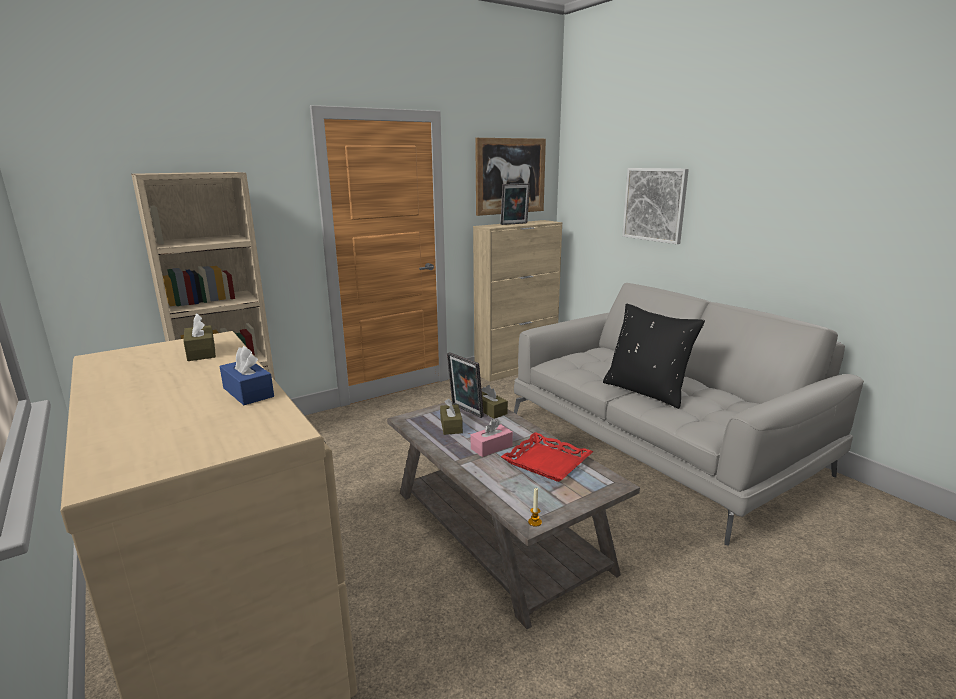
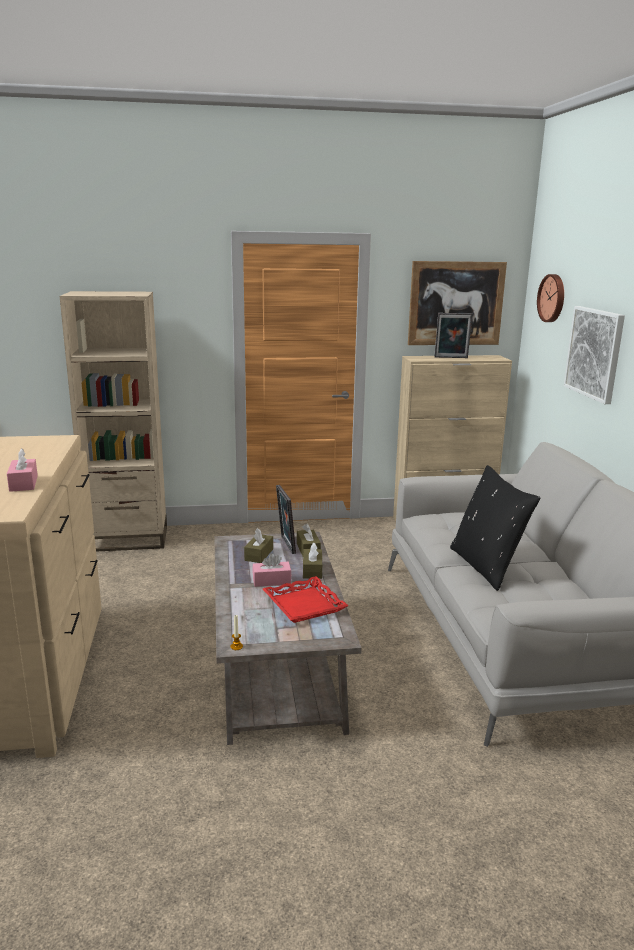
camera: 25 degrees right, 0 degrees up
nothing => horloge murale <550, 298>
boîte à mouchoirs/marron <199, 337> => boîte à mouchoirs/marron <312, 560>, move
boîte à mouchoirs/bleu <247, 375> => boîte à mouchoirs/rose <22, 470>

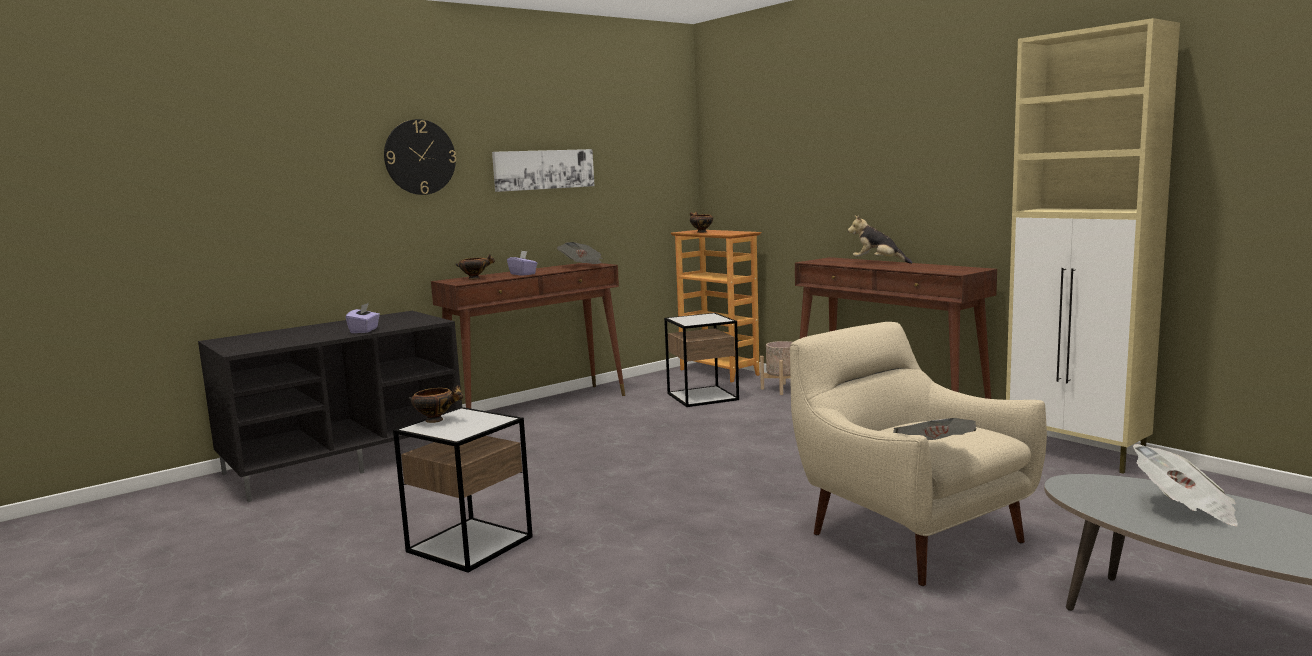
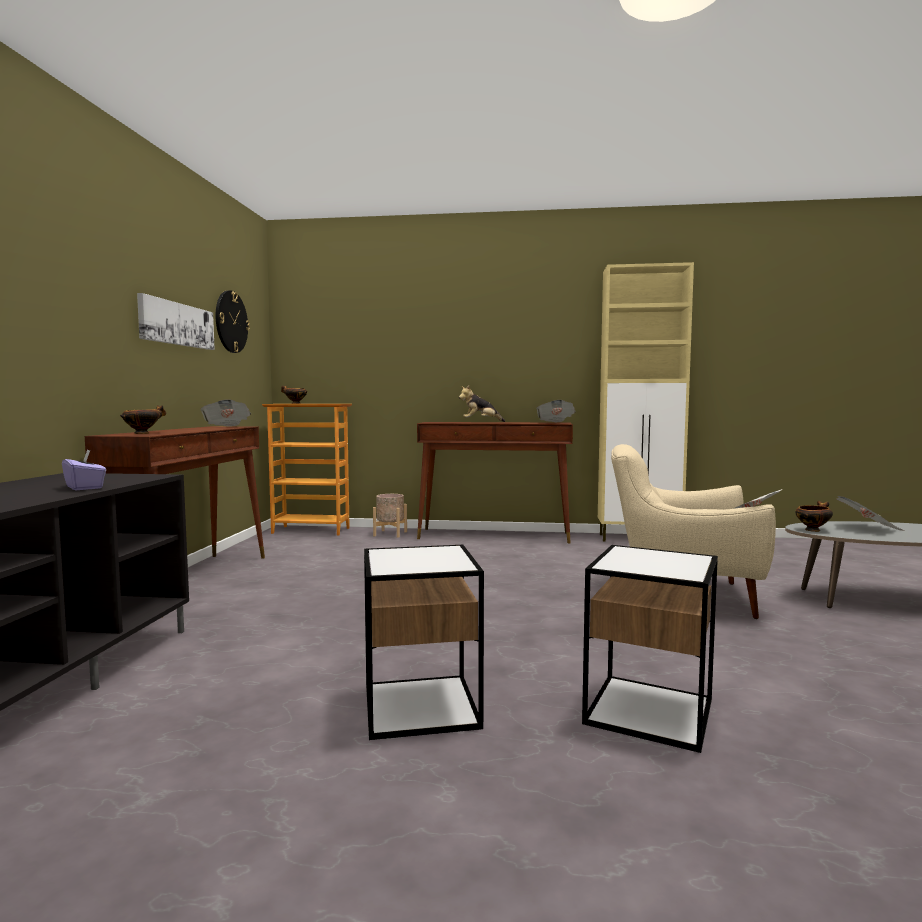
camera: 45 degrees left, 5 degrees down
boîte à mouchoirs/violet <522, 263> => nothing
nothing => journal <556, 411>
horloge murale <420, 157> => horloge murale <233, 321>, move
bol <436, 404> => bol <814, 516>, move
table d'appoint <701, 360> => table d'appoint <650, 649>, move

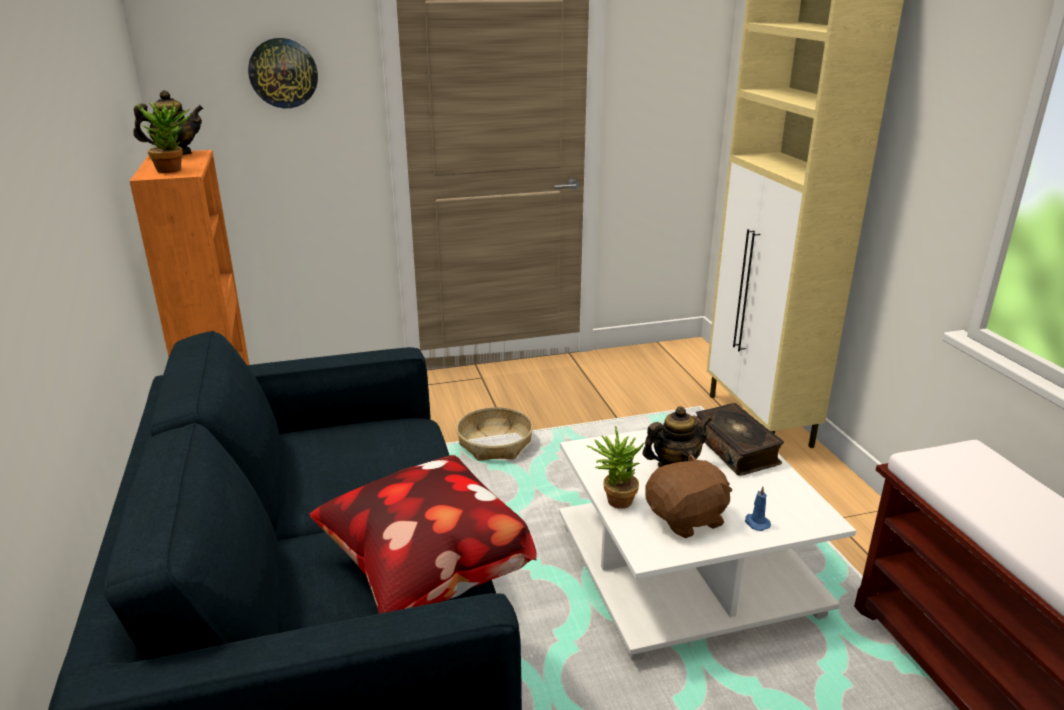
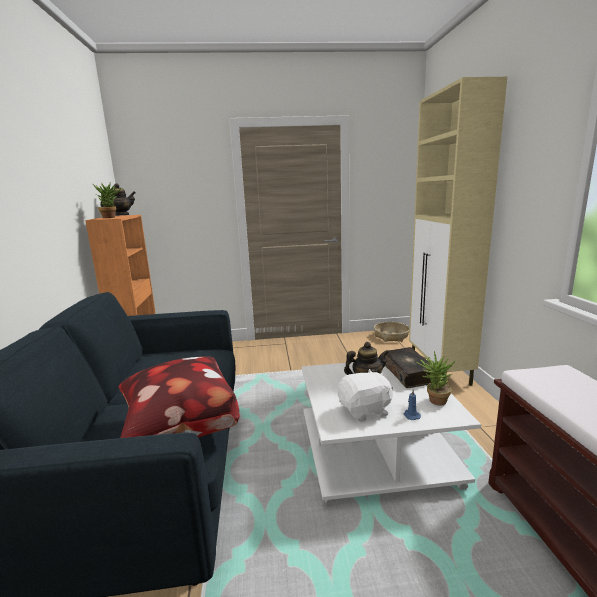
camera: 10 degrees right, 10 degrees down
horloge murale <283, 73> => nothing
panier <495, 434> => panier <392, 332>, move
plante en pot <615, 467> => plante en pot <436, 378>, move
peluche/marron <688, 496> => peluche/blanc <365, 395>

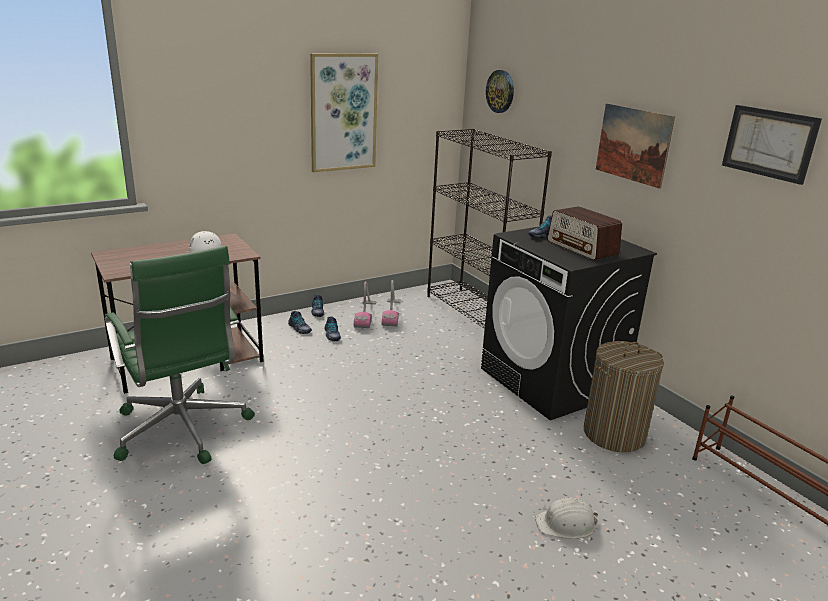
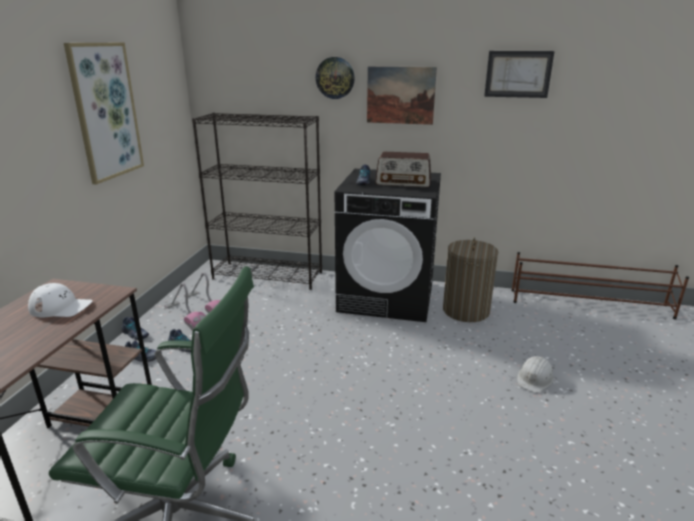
camera: 45 degrees left, 0 degrees up
horloge murale <500, 91> => horloge murale <335, 78>, move

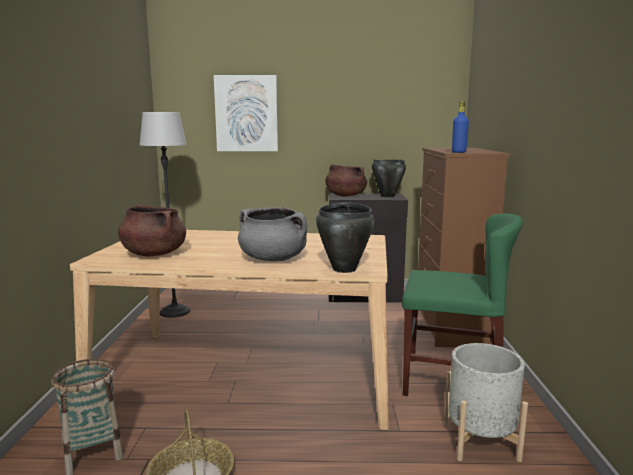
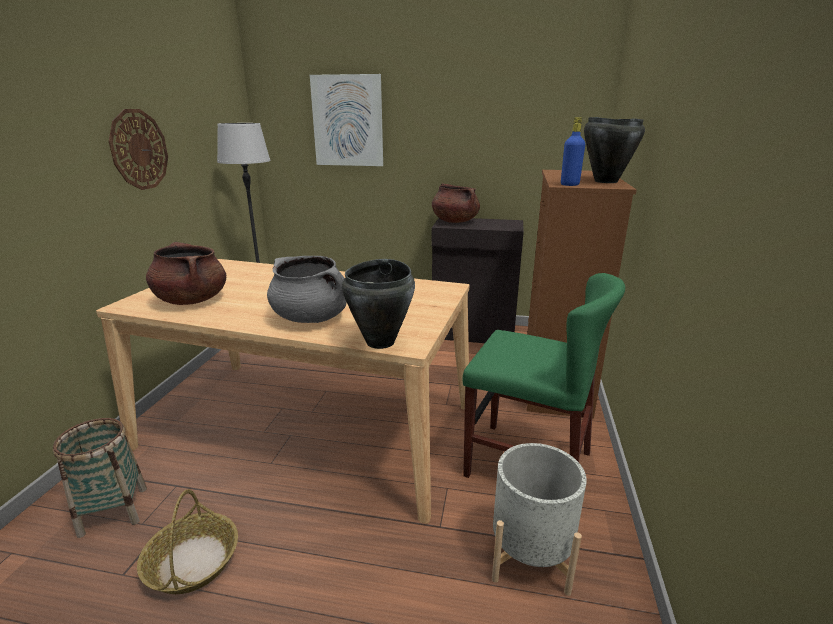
camera: 10 degrees right, 10 degrees up
nothing => horloge murale <138, 149>
marmite/noir <389, 178> => marmite/noir <614, 150>, move

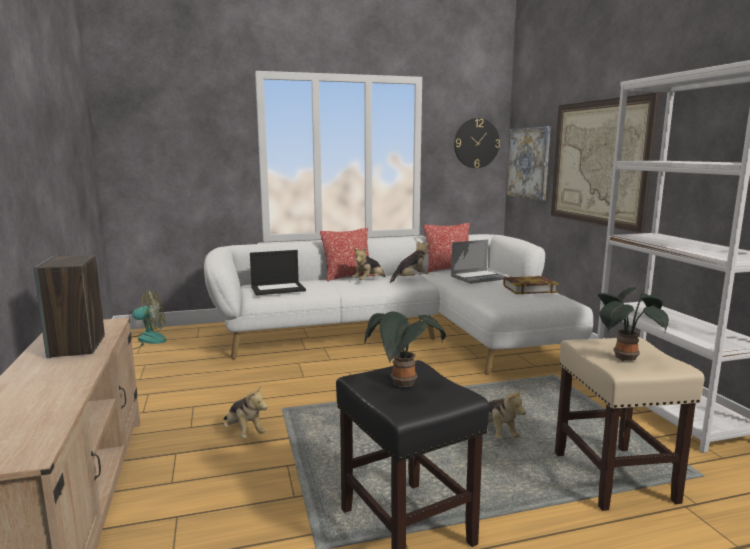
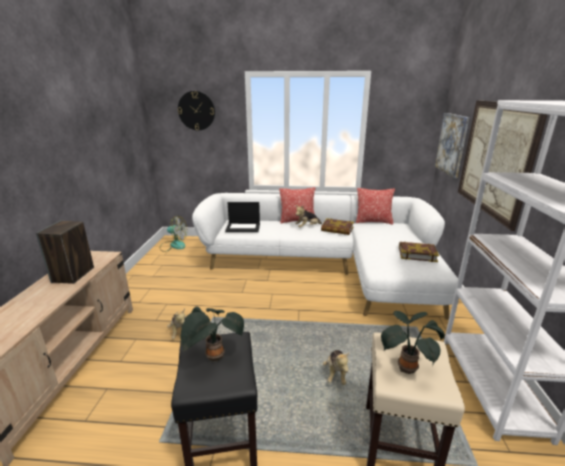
camera: 20 degrees right, 10 degrees up
ordinateur portable <479, 261> => nothing
horloge murale <477, 143> => horloge murale <196, 110>, move
peluche <409, 262> => livre <337, 226>

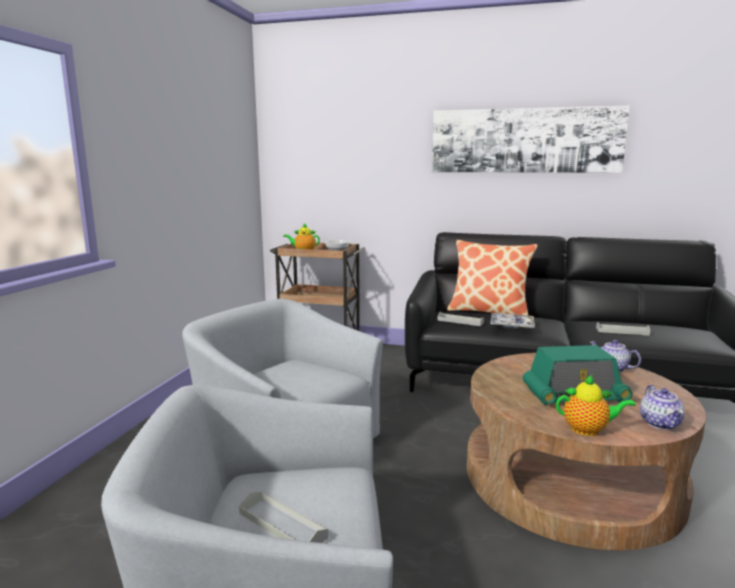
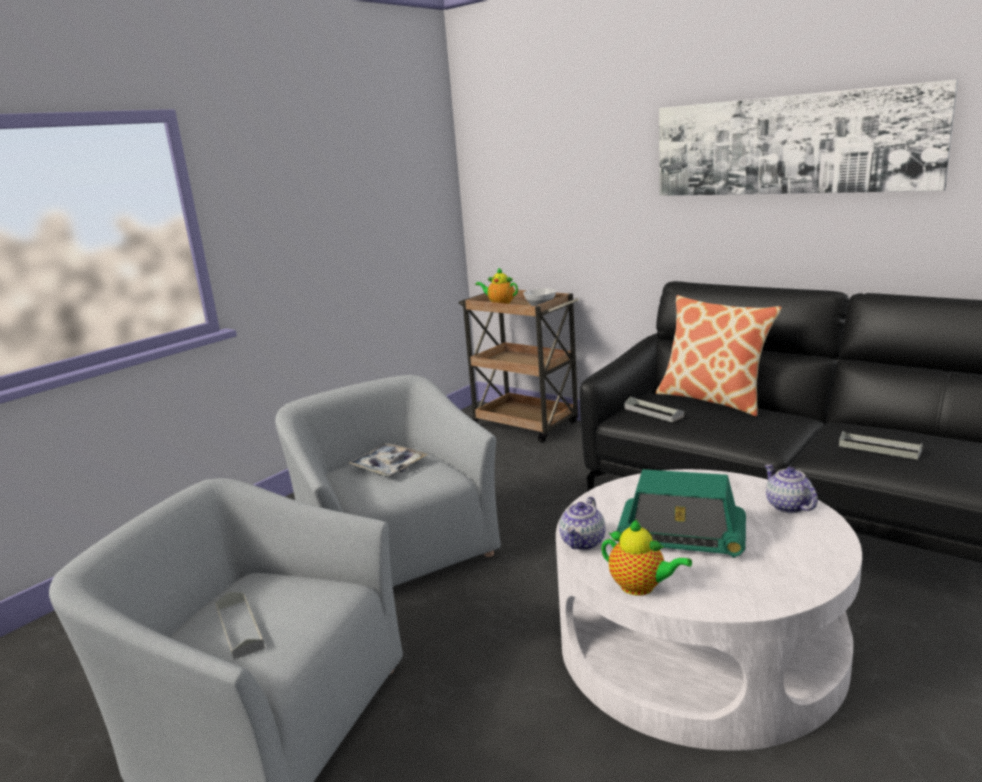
camera: 25 degrees right, 5 degrees up
plateau <512, 321> => plateau <388, 459>, move
théière <662, 407> => théière <582, 523>, move
table basse/marron <586, 452> => table basse/blanc <709, 610>

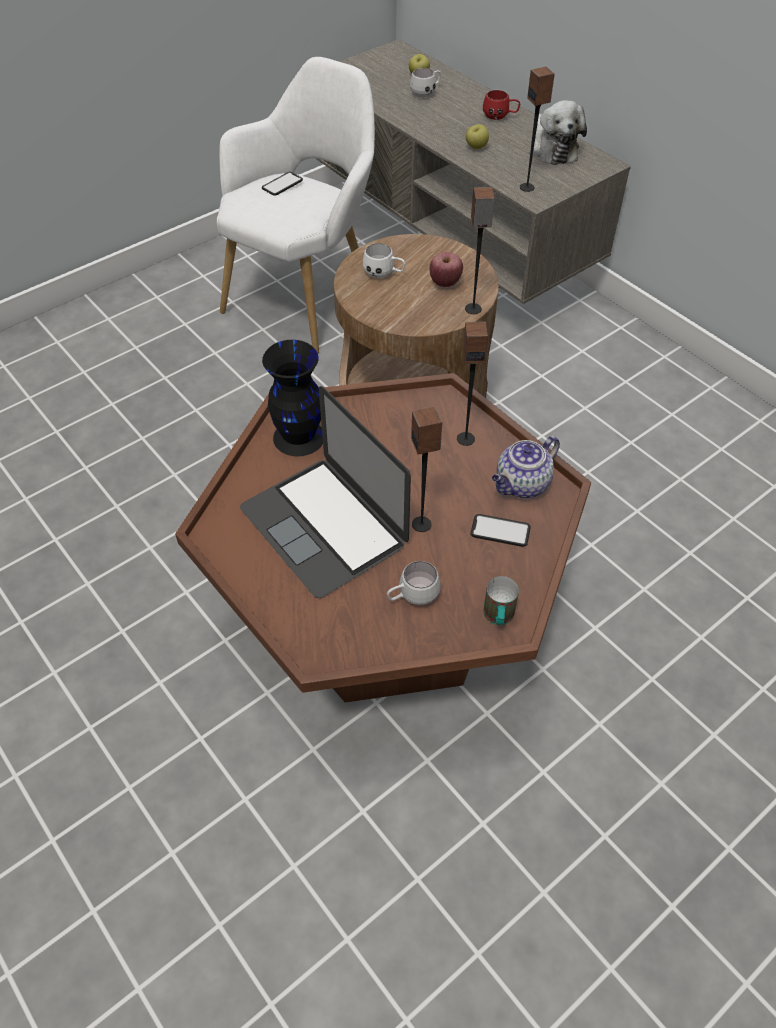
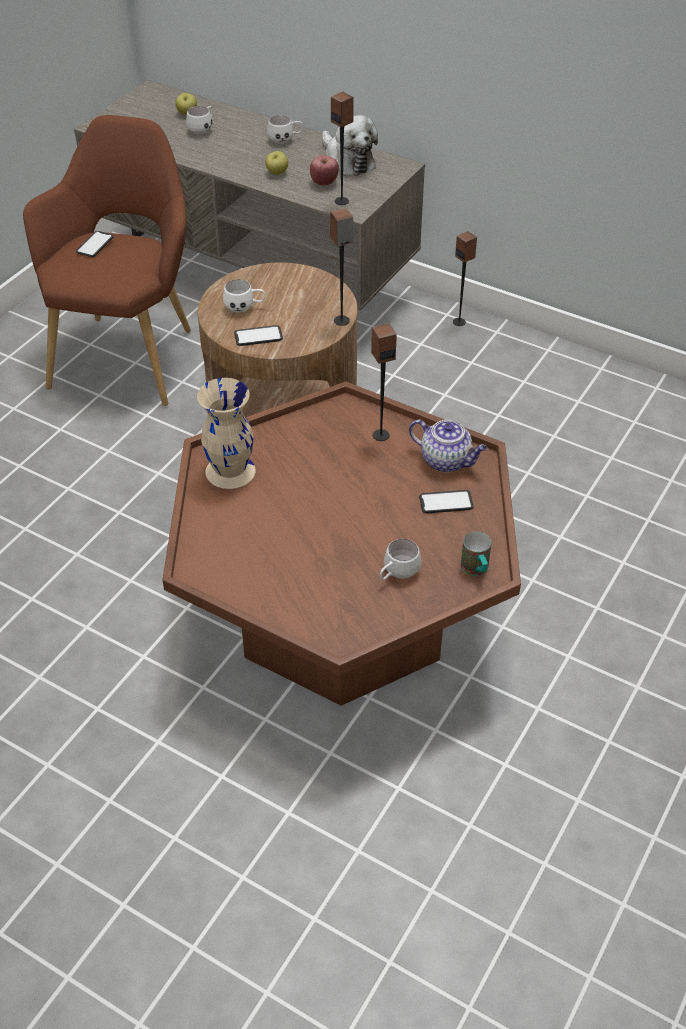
camera: 20 degrees left, 5 degrees down
ordinateur portable <325, 492> => nothing
nothing => téléphone <258, 335>
enceinte <426, 469> => enceinte <465, 278>, move
pomme <446, 269> => pomme <324, 170>, move
fauteuil/blanc <296, 205> => fauteuil/marron <107, 260>
vase/noir <292, 398> => vase/beige <226, 433>
mug/rouge <501, 105> => mug/blanc <285, 129>
théière <526, 467> => théière <448, 446>, 90 degrees counterclockwise

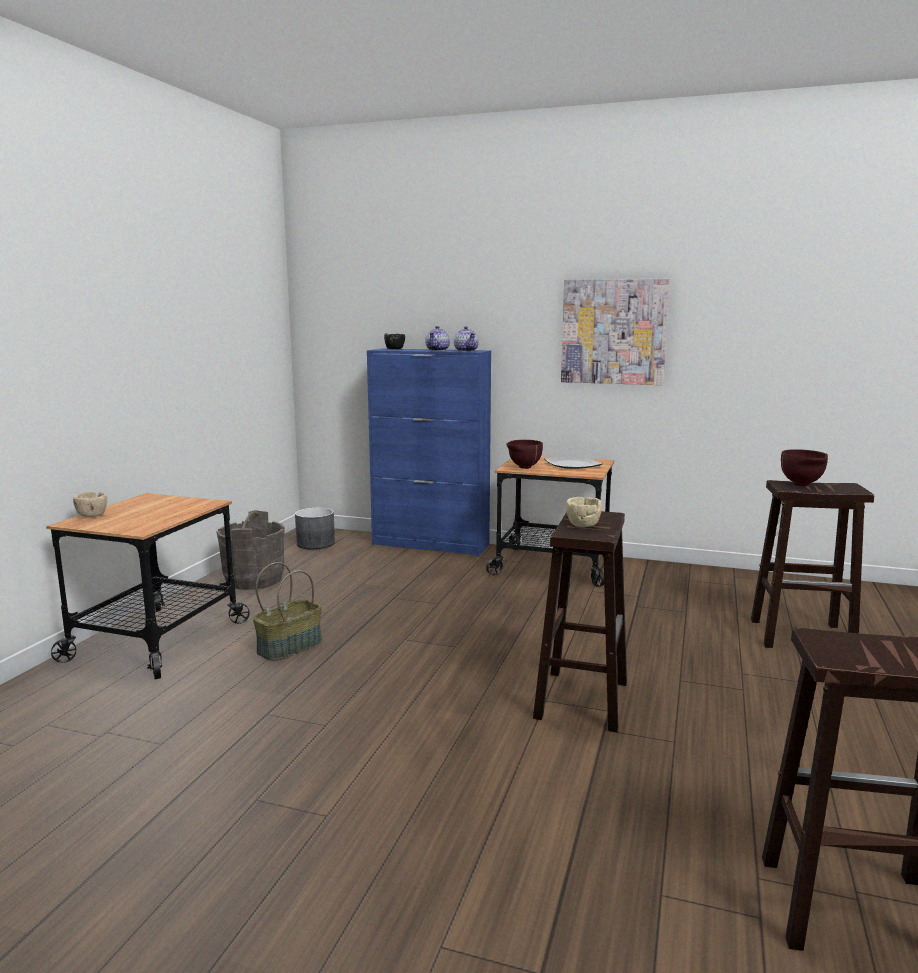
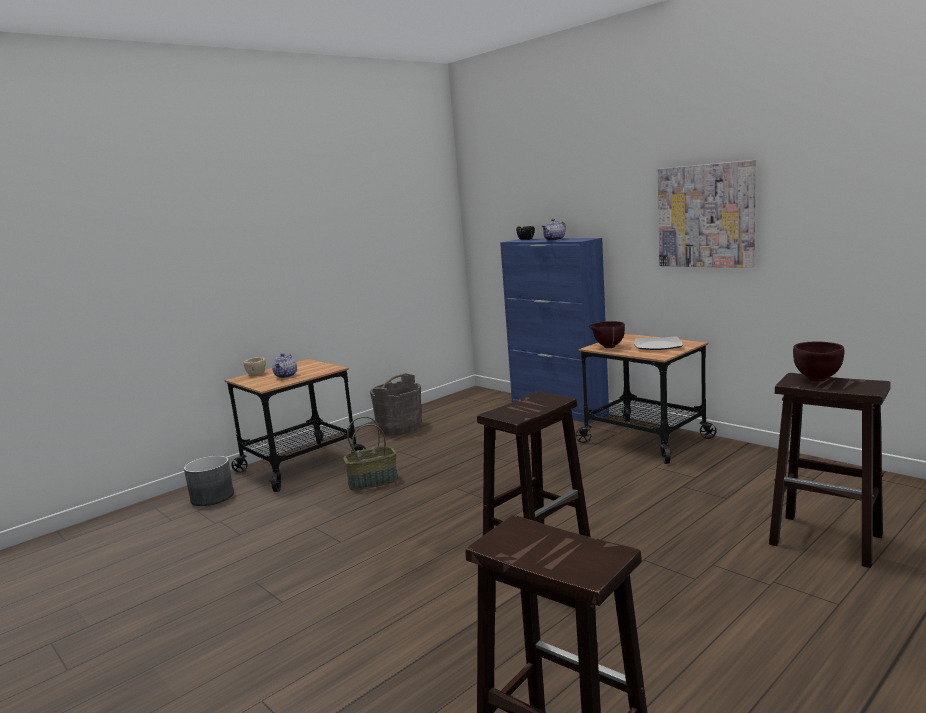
camera: 30 degrees right, 0 degrees up
bol/beige <584, 512> => nothing
cache-pot/gris <315, 528> => cache-pot/gris <209, 481>, move
théière <466, 339> => théière <284, 365>, move

